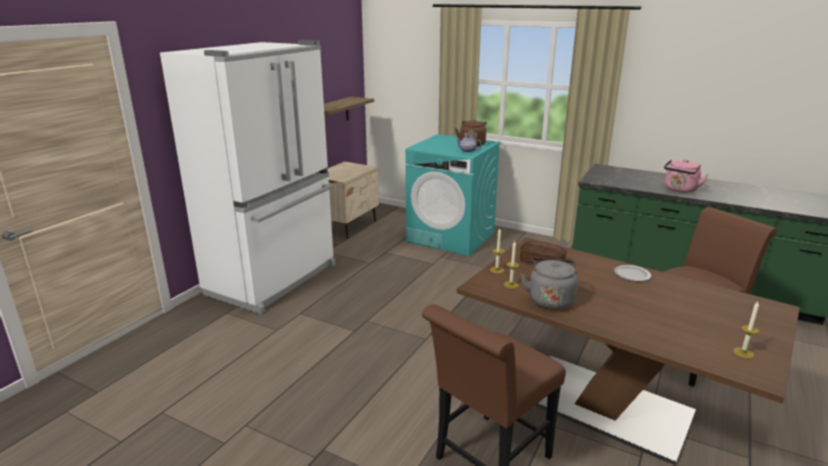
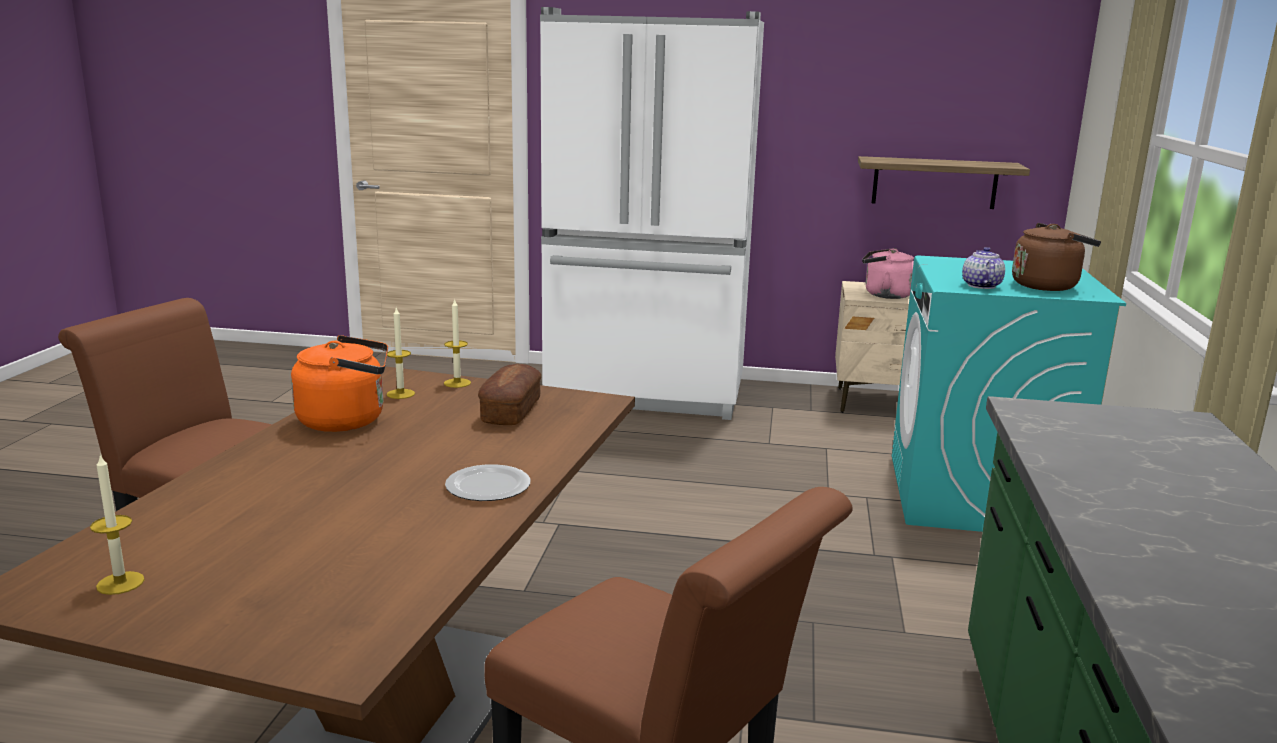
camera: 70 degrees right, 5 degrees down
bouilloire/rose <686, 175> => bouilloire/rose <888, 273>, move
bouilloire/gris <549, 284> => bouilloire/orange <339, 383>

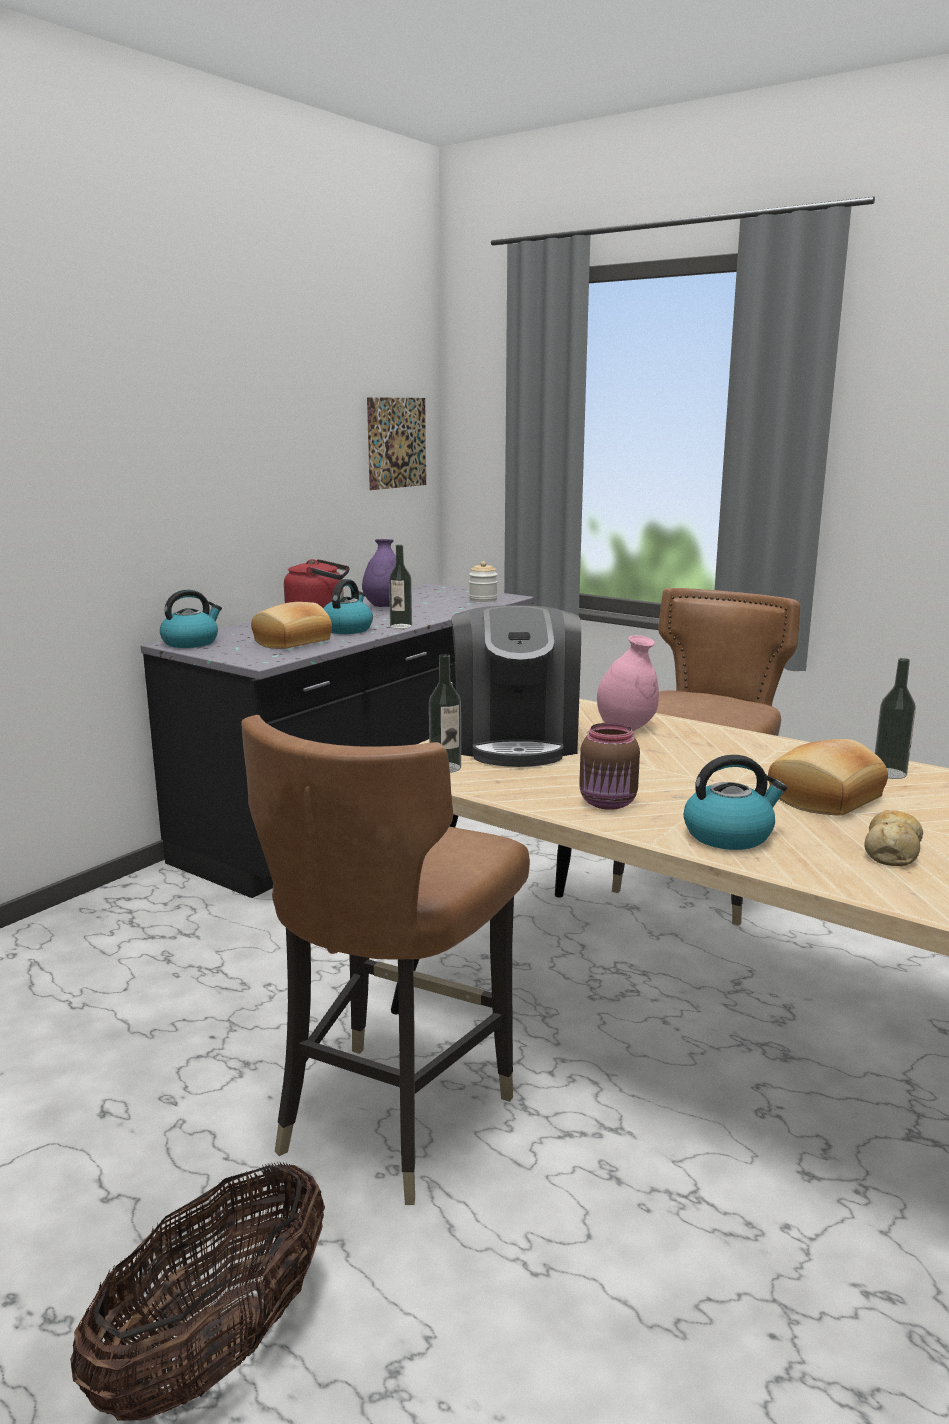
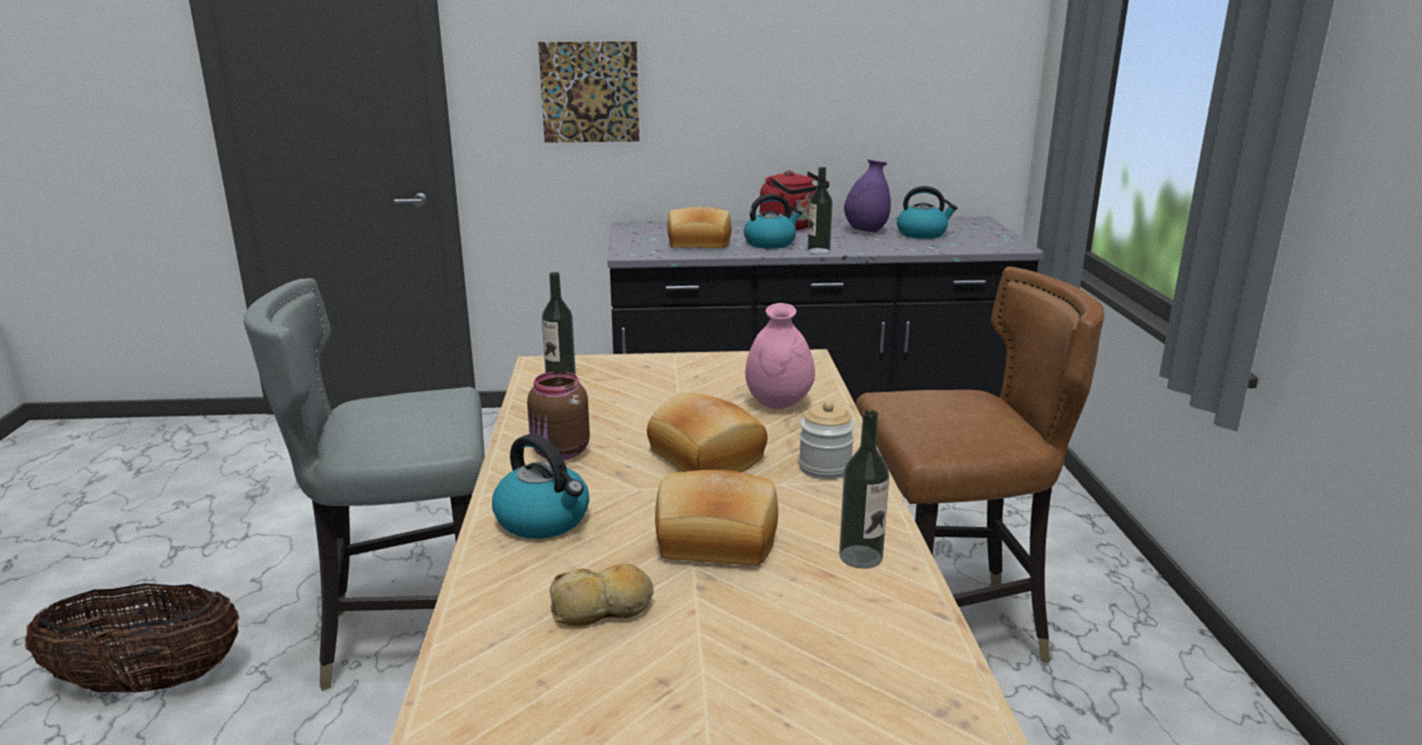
camera: 50 degrees right, 5 degrees up
machine à café <516, 686> => nothing
nothing => pain <707, 432>
bouilloire <191, 619> => bouilloire <927, 212>, move
tableau <396, 443> => tableau <588, 92>, move
bocal <483, 581> => bocal <827, 440>, move
chaise/marron <385, 960> => chaise/gris <364, 484>

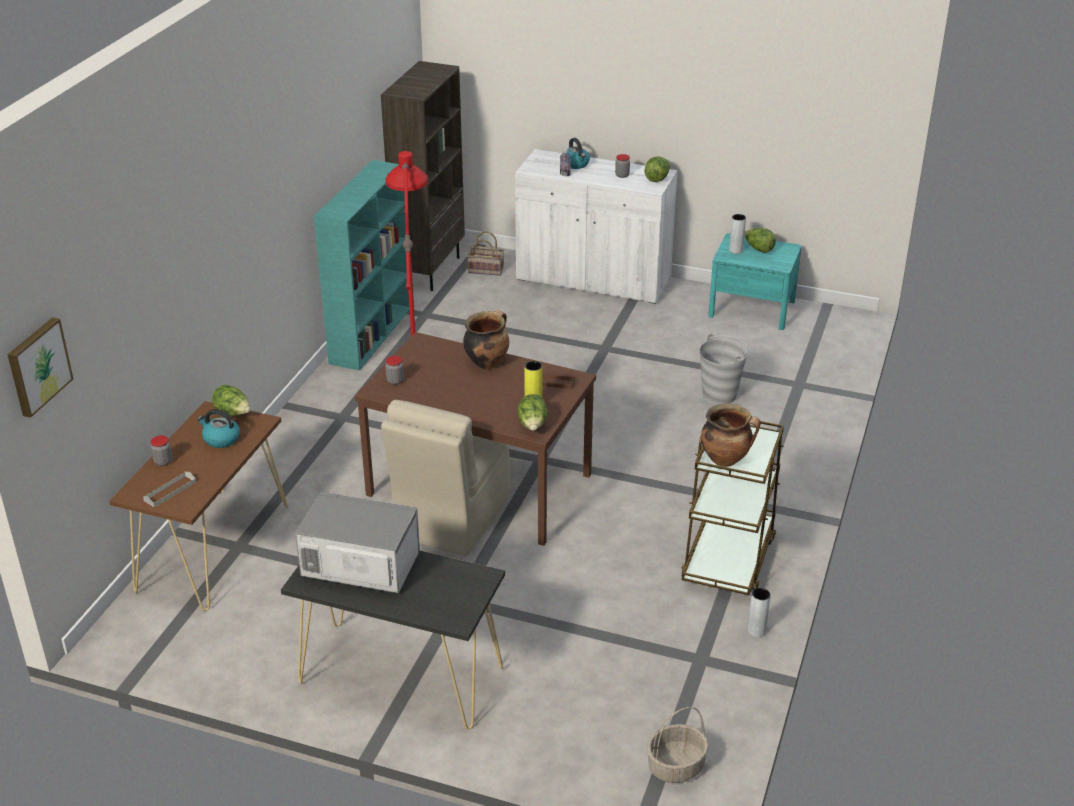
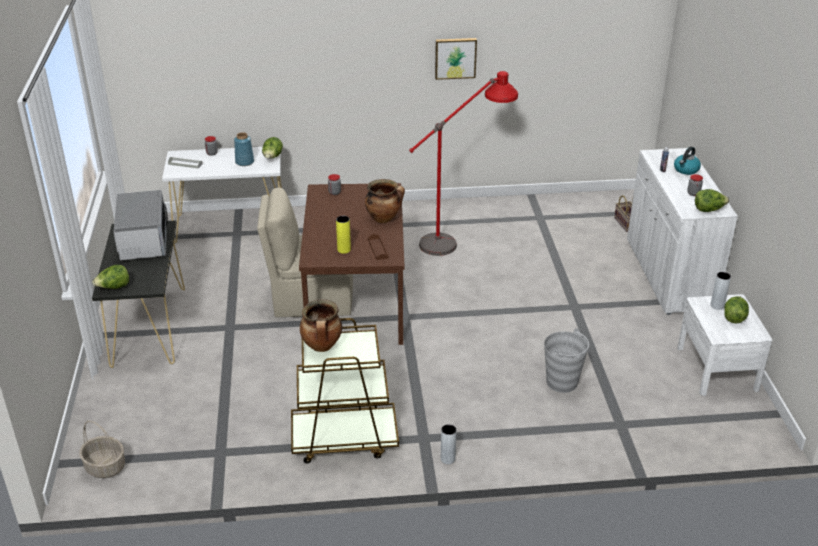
camera: 65 degrees right, 0 degrees up
bibliothèque/turquoise <361, 265> => nothing
bibliothèque/marron <423, 176> => nothing
tableau <40, 367> => tableau <456, 59>, move
laitue <532, 412> => laitue <110, 277>, move
vase/gris <759, 612> => vase/gris <449, 444>, move
bouilloire <218, 428> => vase/bleu <244, 149>
table console/marron <198, 506> => table console/blanc <222, 195>
table de chevet/turquoise <755, 281> => table de chevet/blanc <724, 345>

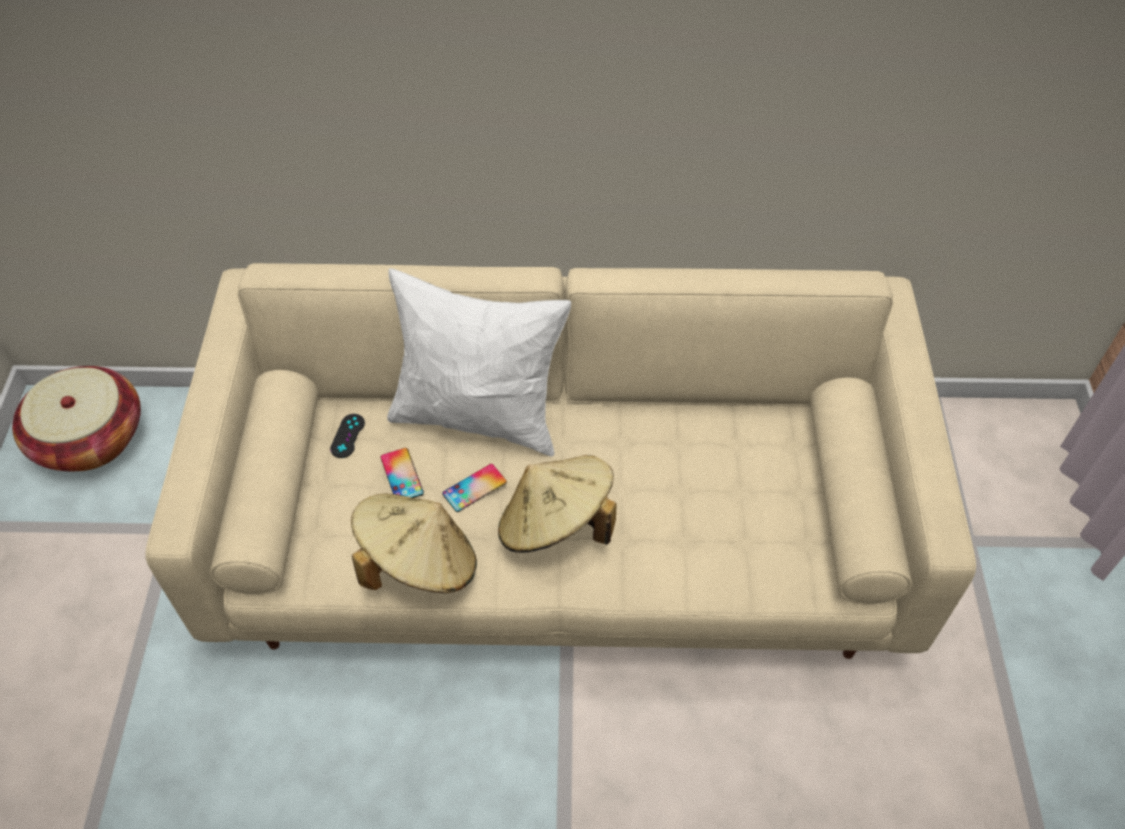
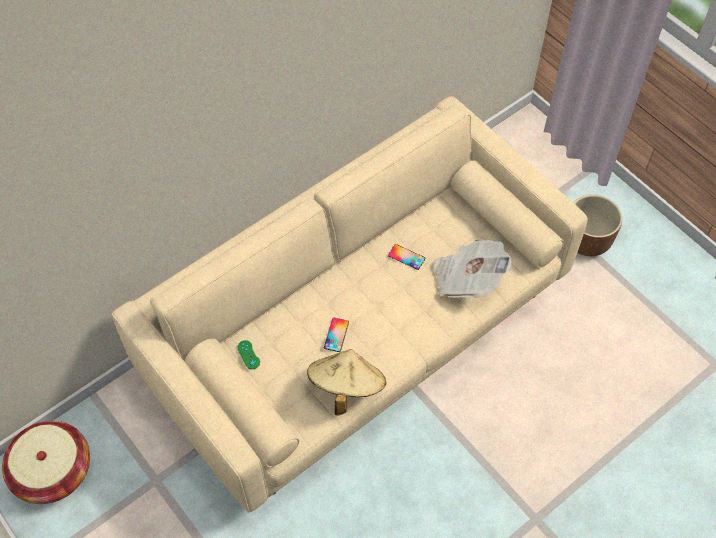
camera: 40 degrees left, 5 degrees up
coussin/blanc <479, 362> => nothing
chapeau/beige <557, 504> => nothing
nothing => journal <473, 268>
nothing => cache-pot/marron <597, 225>
téléphone <402, 473> => téléphone <406, 257>, move
manette/noir <347, 436> => manette/vert <248, 354>

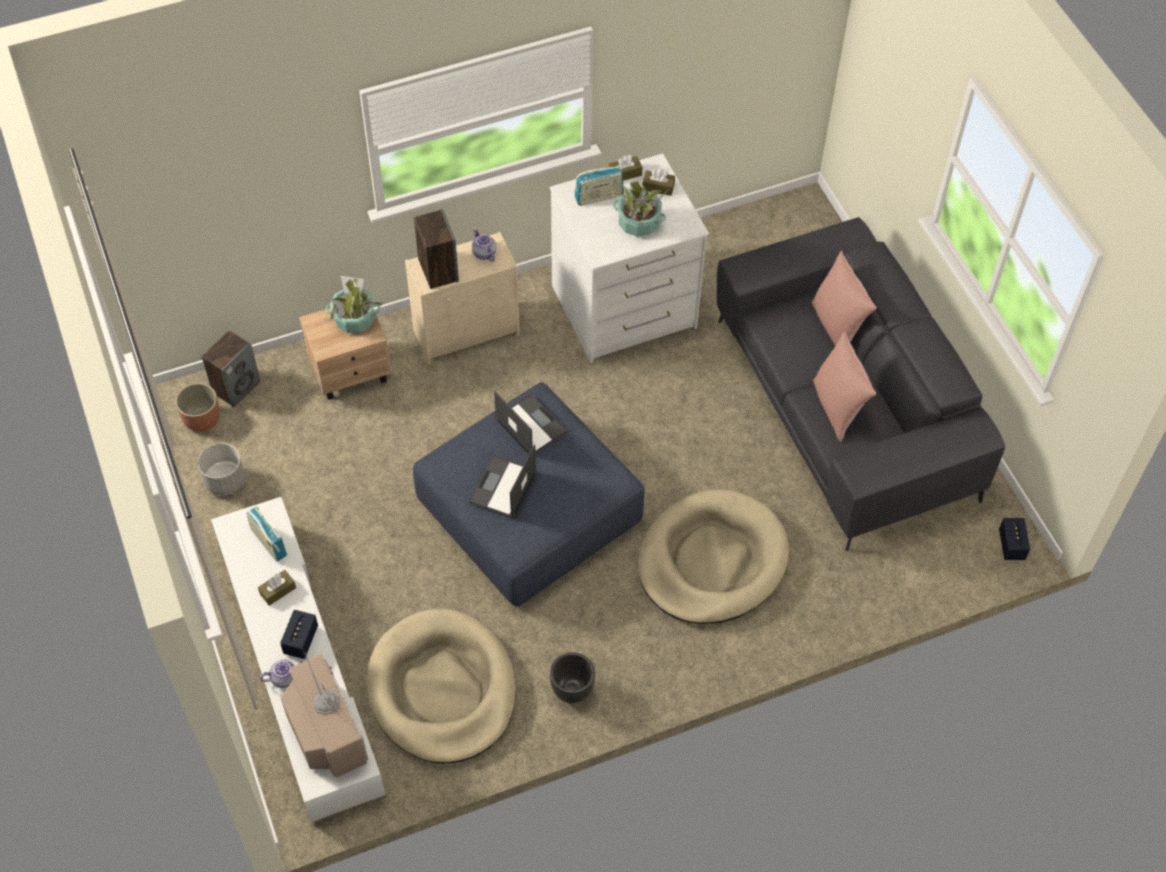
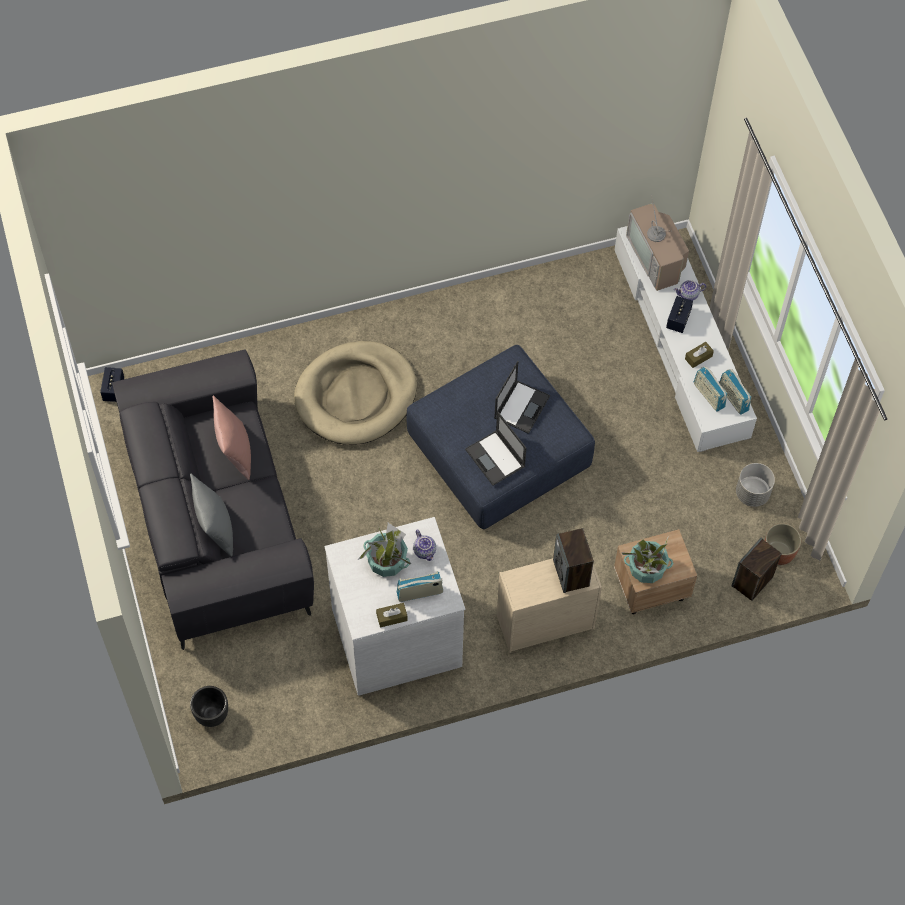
camera: 175 degrees left, 5 degrees up
panier pour chien/beige <441, 686> => nothing
boîte à mouchoirs/marron <658, 182> => nothing
nothing => radio <735, 392>
théière <484, 245> => théière <424, 545>, move
cache-pot/noir <572, 677> => cache-pot/noir <209, 706>, move
coussin/rose <844, 298> => coussin/gris <211, 515>

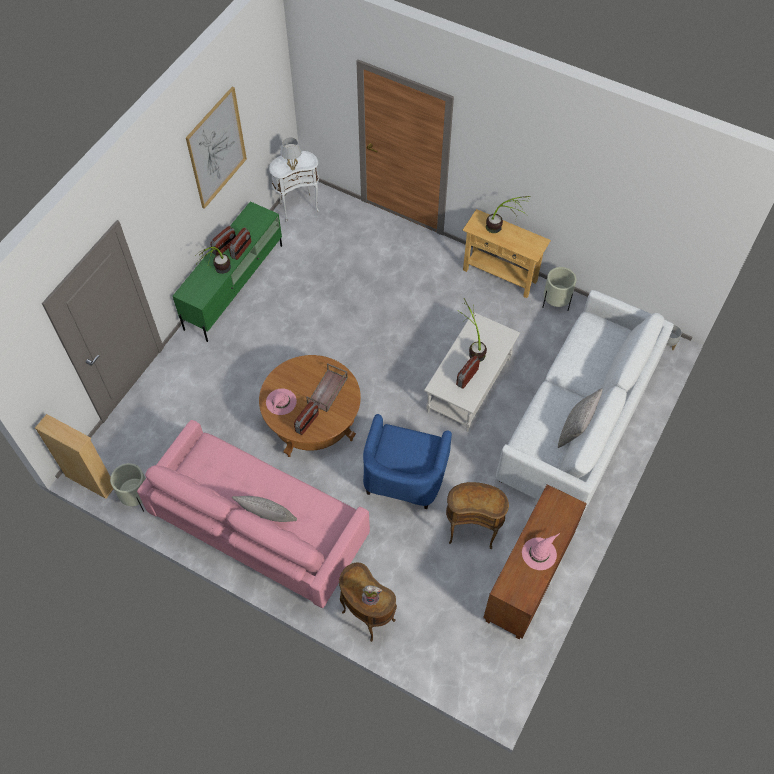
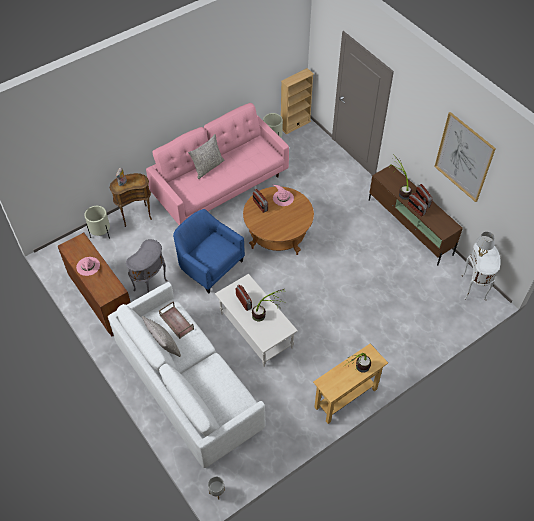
camera: 115 degrees right, 5 degrees down
plateau/marron <327, 387> => plateau/marron <176, 320>, move
cache-pot/beige <559, 288> => cache-pot/beige <97, 222>, move
meuble télé/vert <227, 271> => meuble télé/marron <416, 215>
table d'appoint/marron <477, 515> => table d'appoint/gris <147, 265>

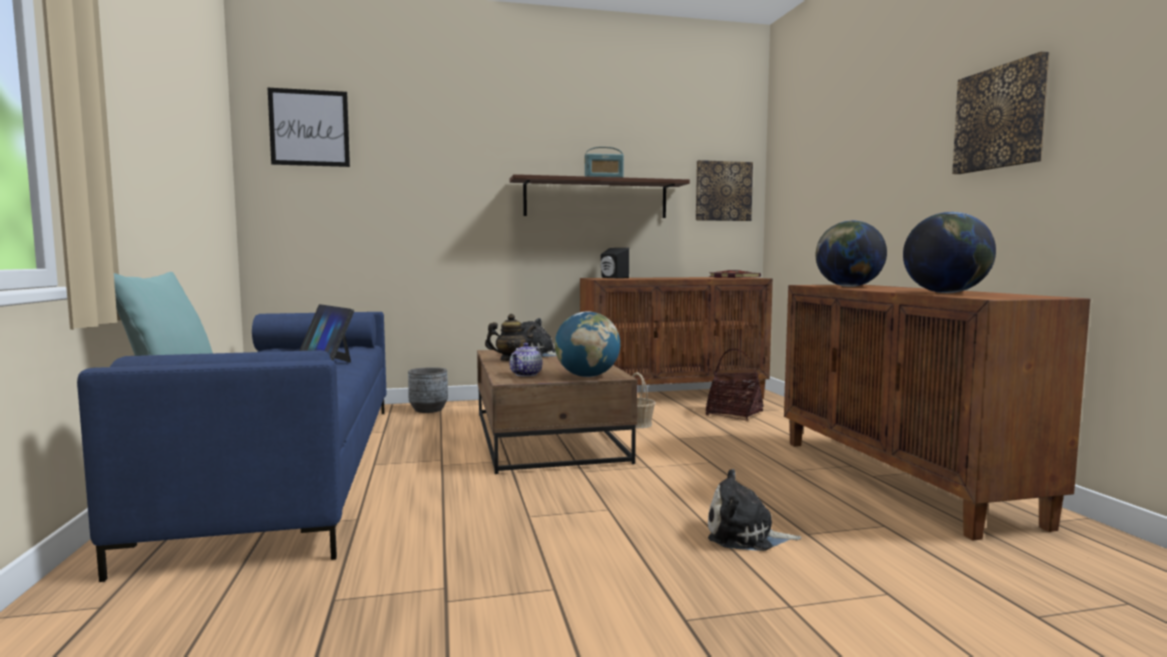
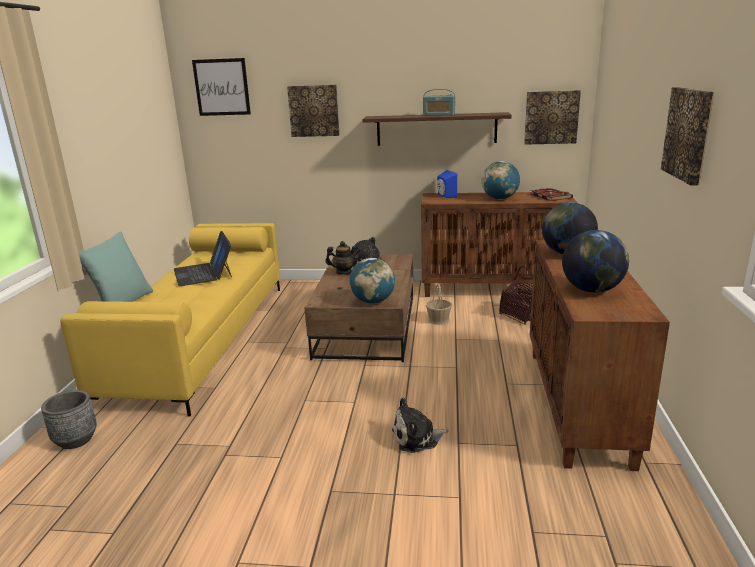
camera: 20 degrees right, 15 degrees up
théière <526, 360> => nothing
nothing => tableau <313, 111>
nothing => globe <501, 180>
cache-pot/gris <428, 390> => cache-pot/gris <69, 419>, move
canapé/bleu <231, 447> => canapé/jaune <170, 320>
enceinte/noir <615, 263> => enceinte/bleu <447, 184>
peluche <754, 510> => peluche <420, 425>, 45 degrees counterclockwise

